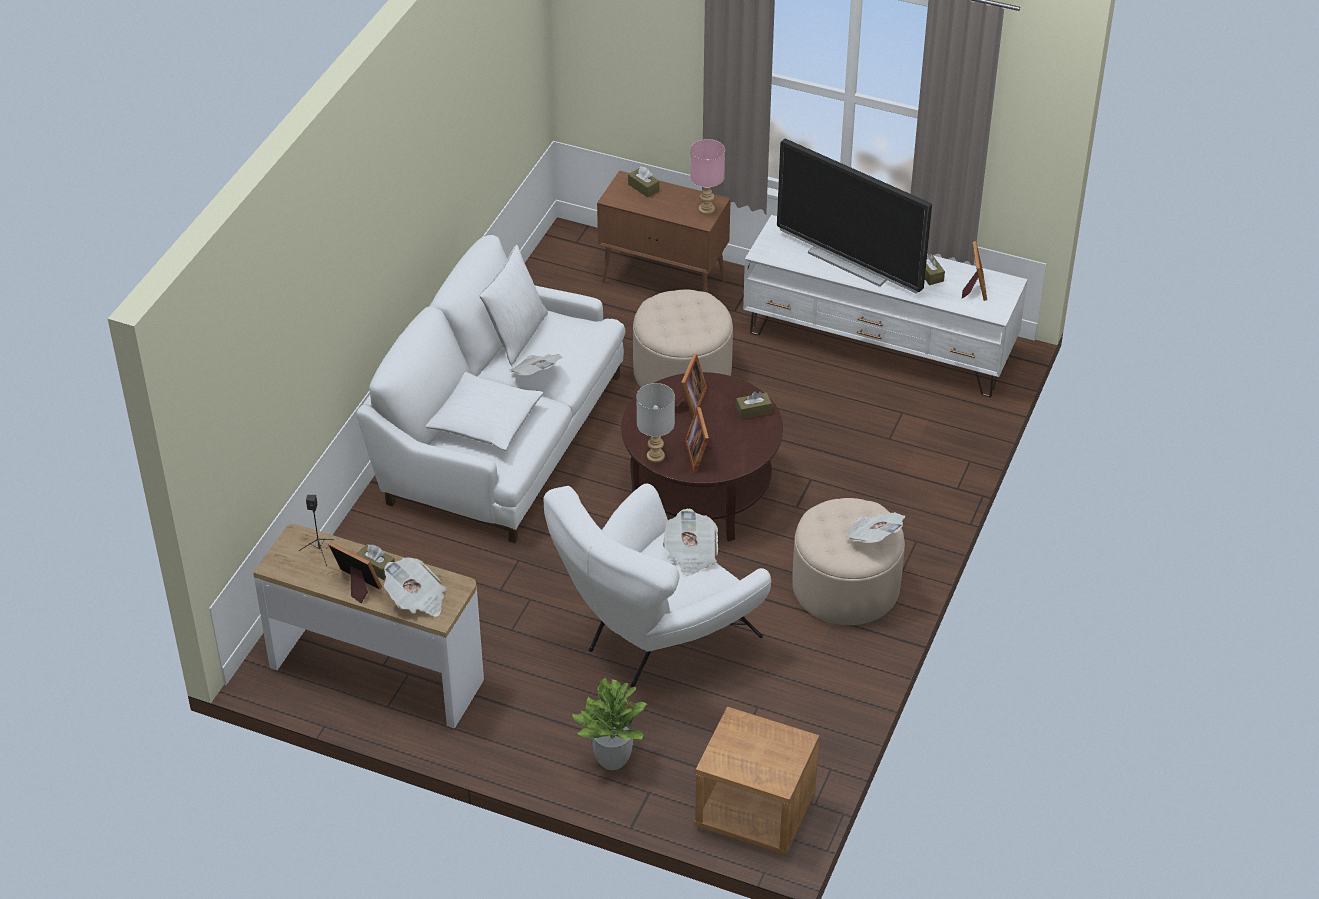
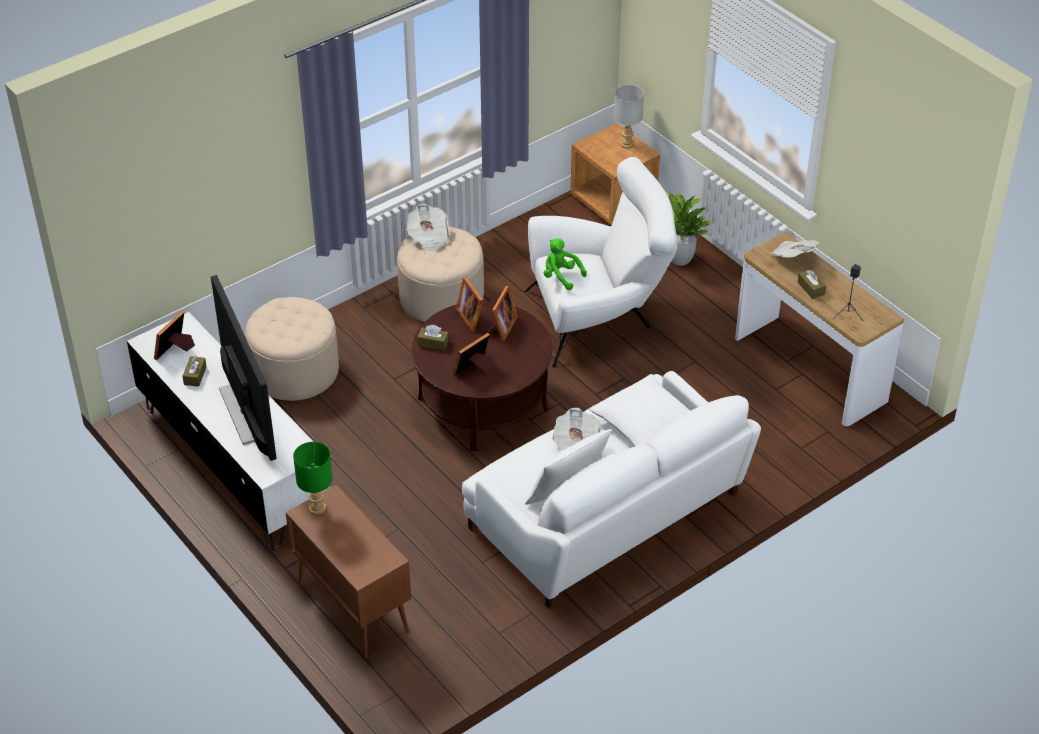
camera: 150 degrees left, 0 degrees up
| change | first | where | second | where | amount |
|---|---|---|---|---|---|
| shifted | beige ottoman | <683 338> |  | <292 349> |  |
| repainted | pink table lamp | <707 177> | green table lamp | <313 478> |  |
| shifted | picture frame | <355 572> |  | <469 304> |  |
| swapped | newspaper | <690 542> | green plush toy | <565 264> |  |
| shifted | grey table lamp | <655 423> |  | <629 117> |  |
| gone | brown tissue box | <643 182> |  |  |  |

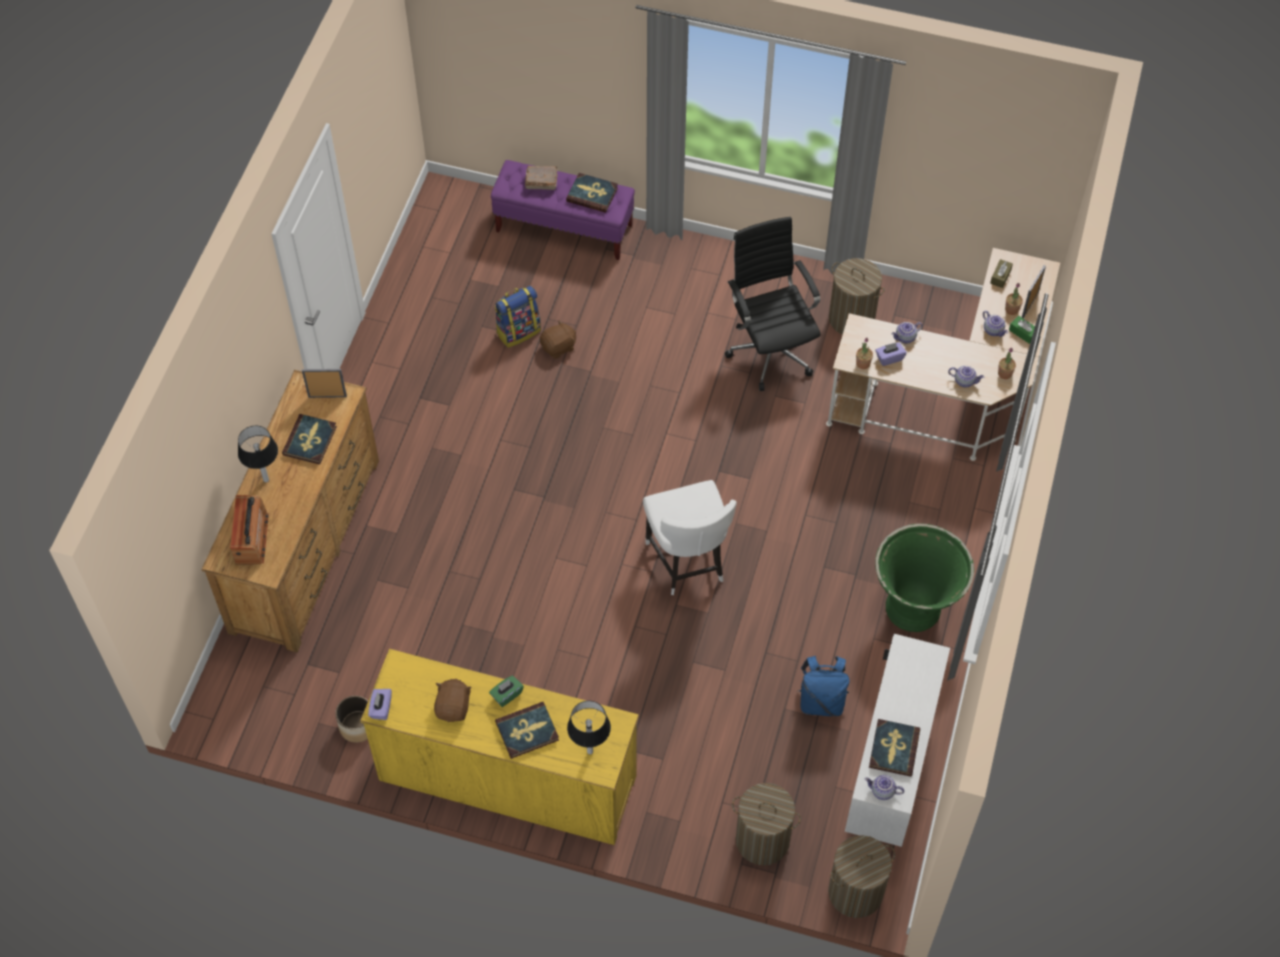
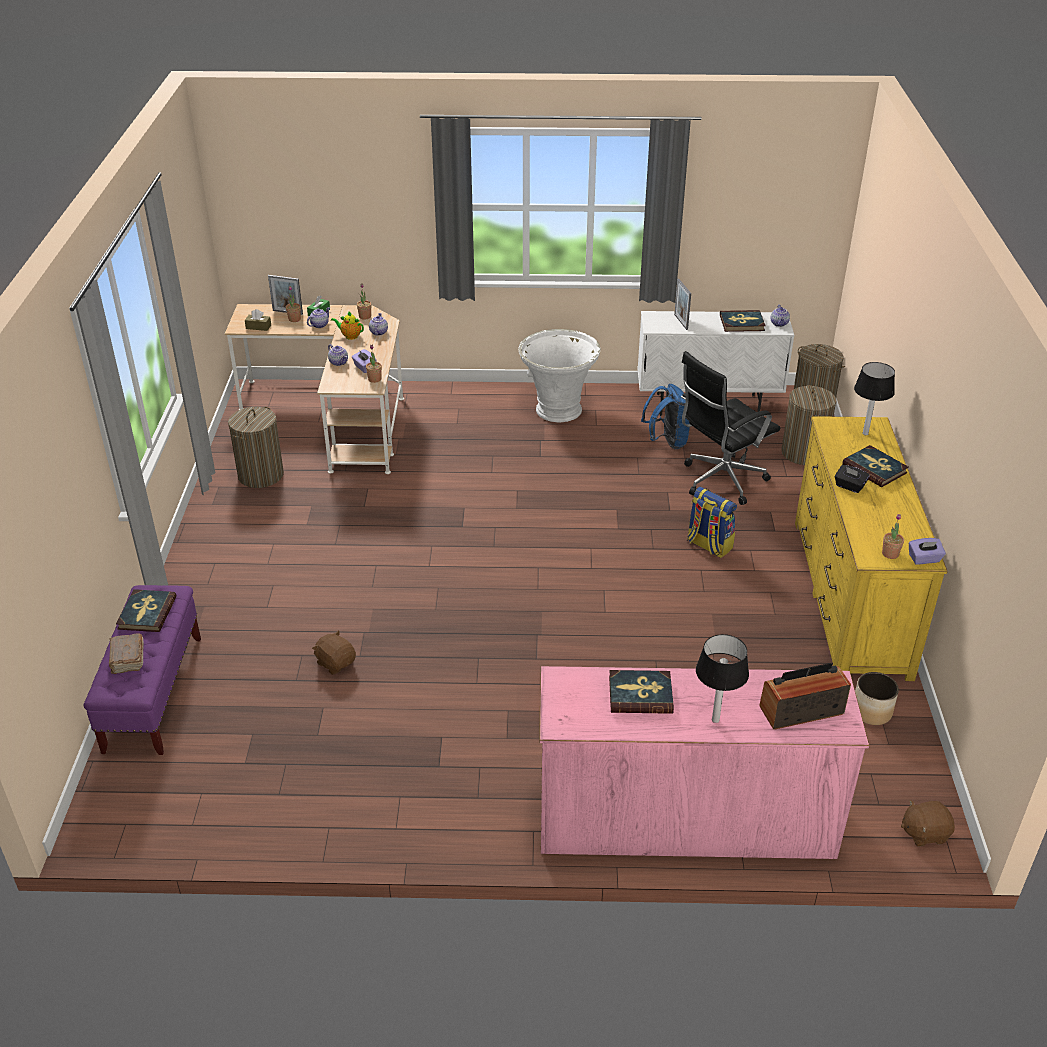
camera: 105 degrees left, 20 degrees down
| change | first | where | second | where | amount |
|---|---|---|---|---|---|
| new |  |  | teapot | <347 326> |  |
| repainted | green planter | <924 577> | white planter | <559 375> |  |
| repainted | brown dresser | <290 511> | pink dresser | <704 762> |  |
| shifted | picture frame | <324 383> |  | <682 304> |  |
| shifted | black office chair | <773 304> |  | <730 428> |  |
| shifted | backpack | <518 317> |  | <712 522> |  |
| repainted | green tissue box | <506 691> | black tissue box | <852 479> |  |
| new |  |  | potted plant | <893 536> |  |
| shifted | brown plush toy | <453 700> |  | <928 823> |  |
| gone | white chair | <690 537> |  |  |  |

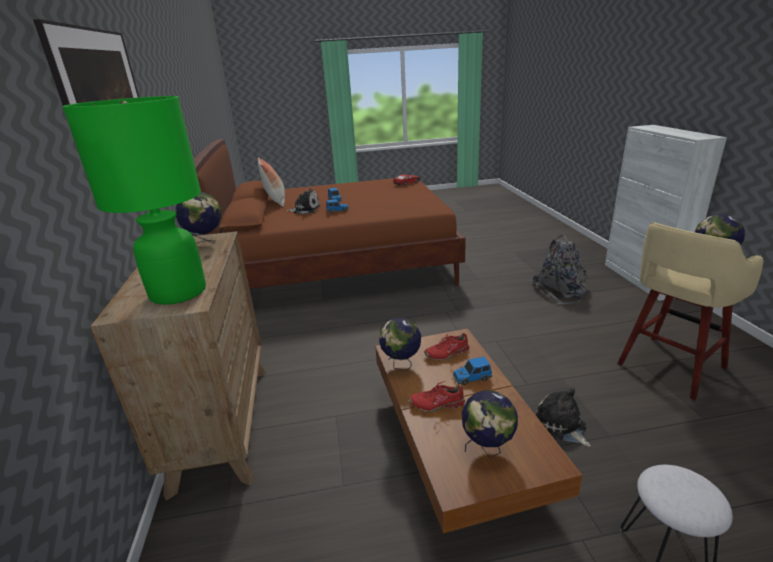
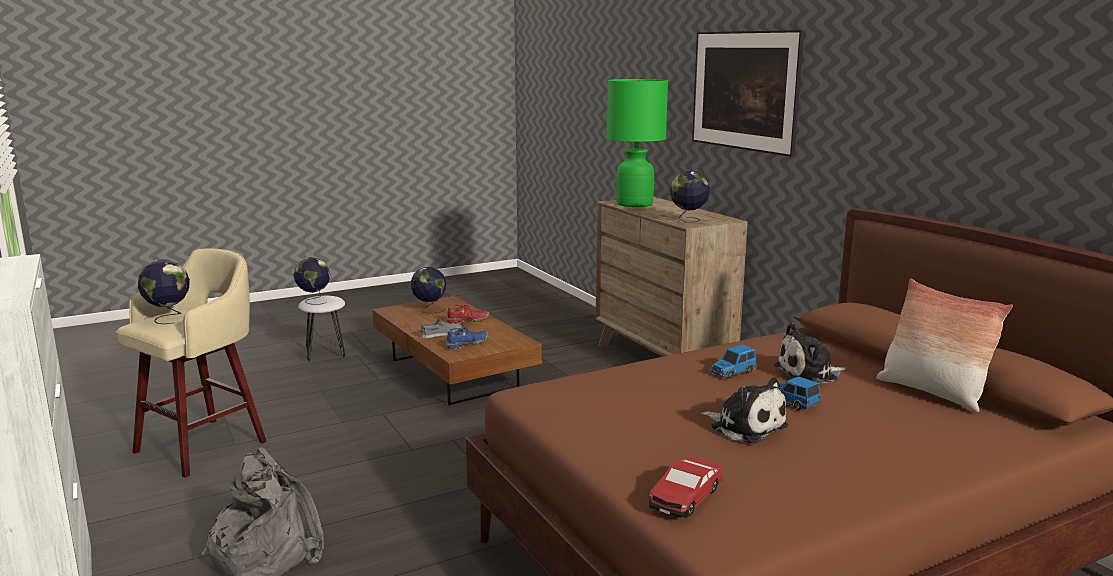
camera: 160 degrees right, 10 degrees down
| change | first | where | second | where | amount |
|---|---|---|---|---|---|
| shifted | globe | <400 344> |  | <312 281> |  |
| swapped | toy car | <472 370> | grey shoe | <441 328> |  |
| repainted | red shoe | <446 346> | blue shoe | <467 336> |  |
| shifted | plush toy | <563 417> |  | <745 411> |  |

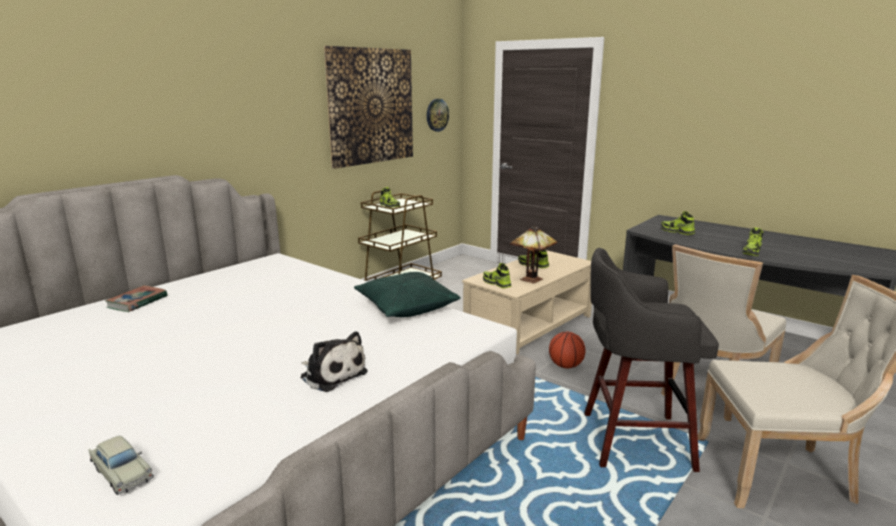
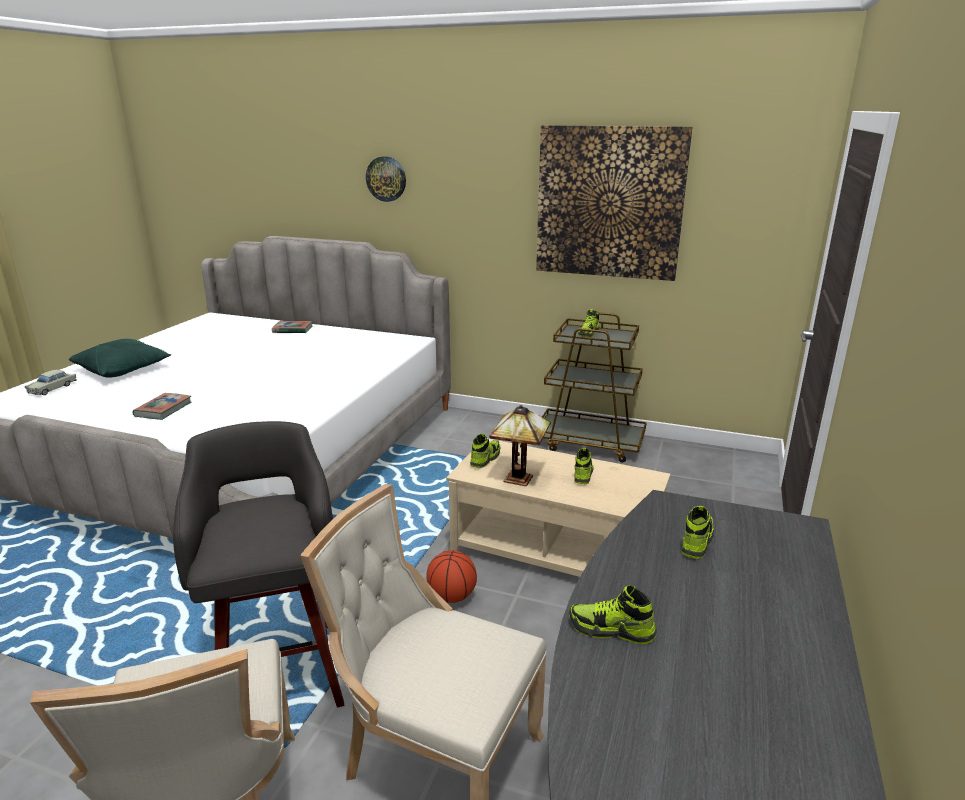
camera: 70 degrees right, 5 degrees up
| change | first | where | second | where | amount |
|---|---|---|---|---|---|
| shifted | green pillow | <407 294> |  | <120 358> |  |
| swapped | plush toy | <334 361> | book | <162 406> |  |
| shifted | wall clock | <438 115> |  | <386 179> |  |

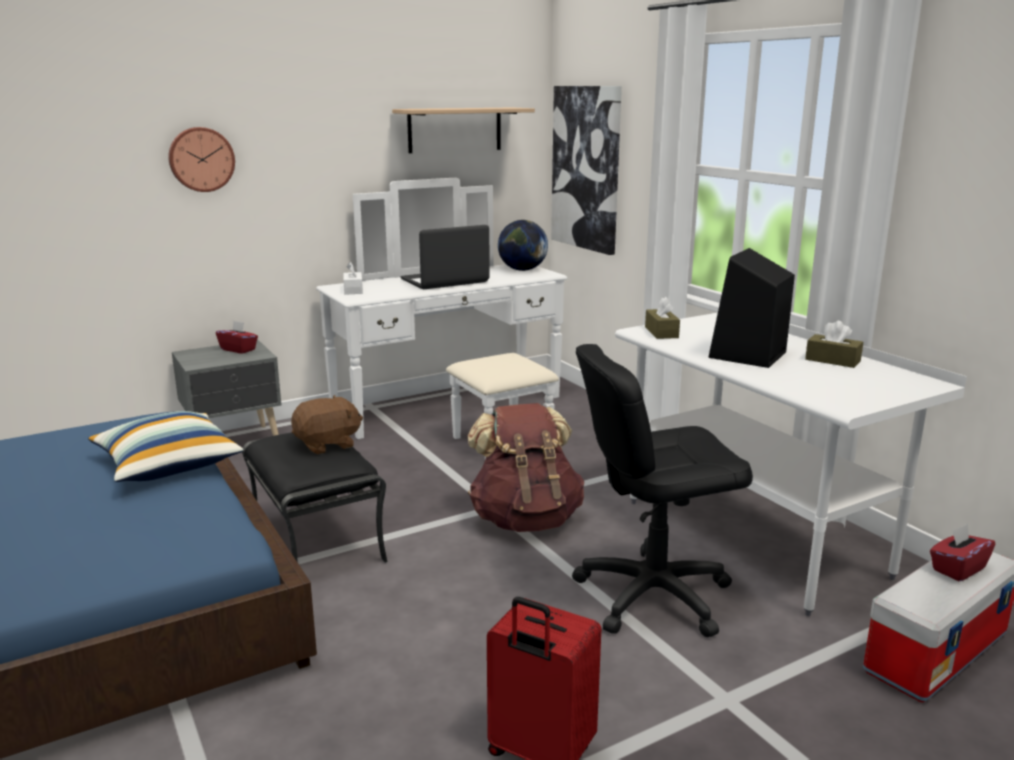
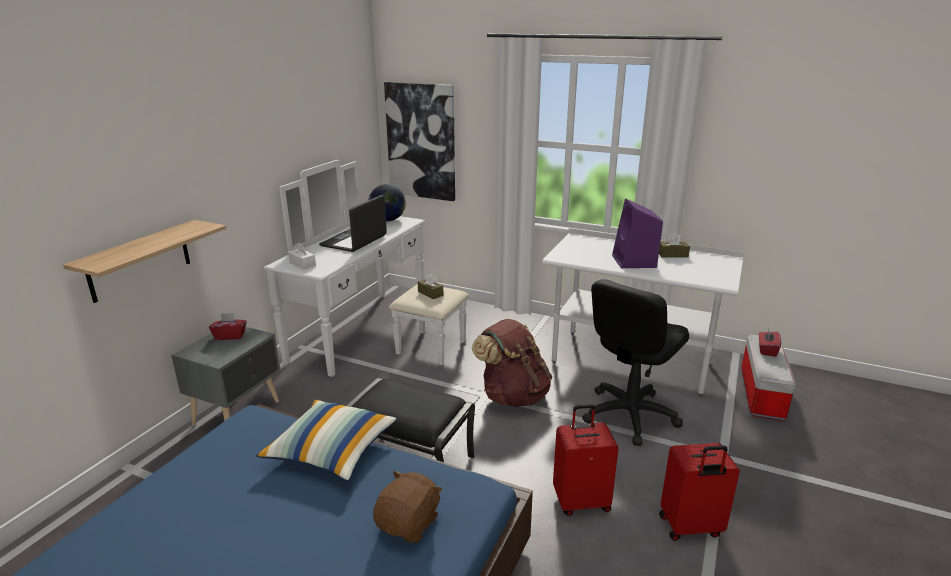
camera: 35 degrees left, 5 degrees up
| change | first | where | second | where | amount |
|---|---|---|---|---|---|
| shifted | shelf | <463 130> |  | <144 261> |  |
| shifted | brown plush toy | <327 424> |  | <407 507> |  |
| shifted | brown tissue box | <662 318> |  | <431 286> |  |
| new |  |  | red suitcase | <586 460> |  |
| repainted | black speaker | <751 308> | purple speaker | <637 233> |  |
| gone | wall clock | <201 159> |  |  |  |

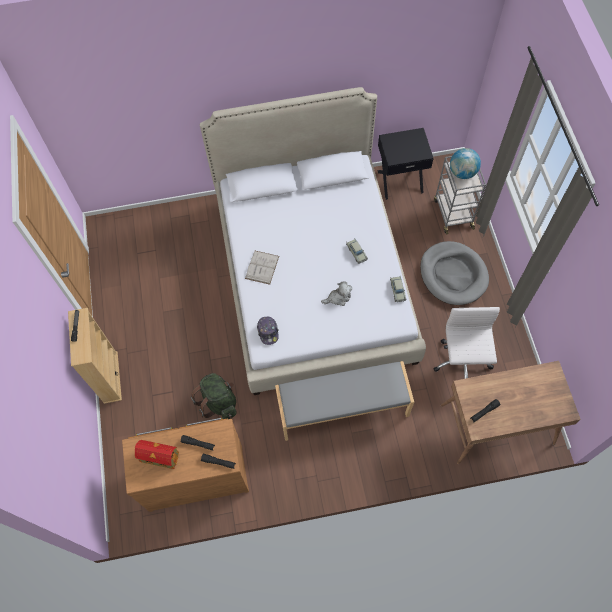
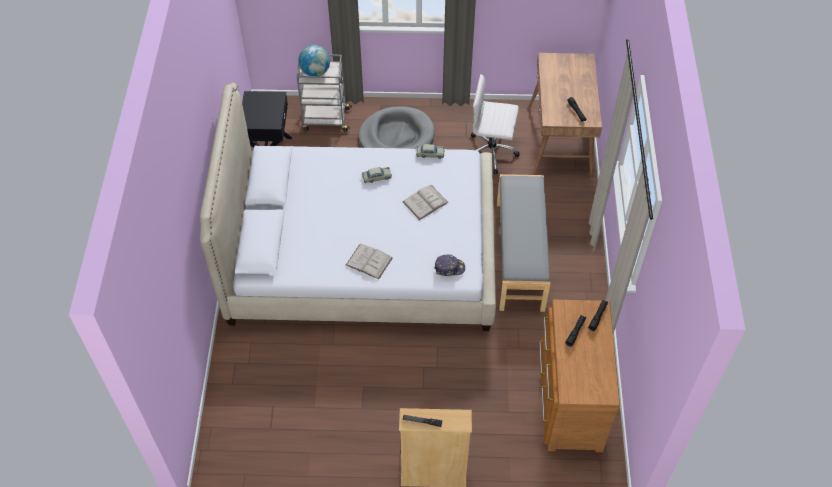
camera: 80 degrees left, 10 degrees down
| change | first | where | second | where | amount |
|---|---|---|---|---|---|
| swapped | plush toy | <337 294> | white book | <425 202> |  |
| gone | toy house | <157 454> |  |  |  |
| gone | green backpack | <214 396> |  |  |  |

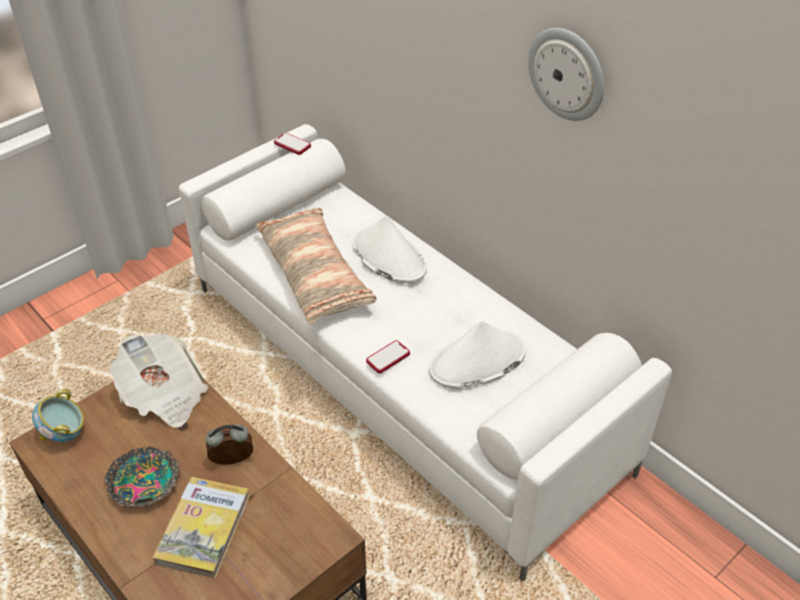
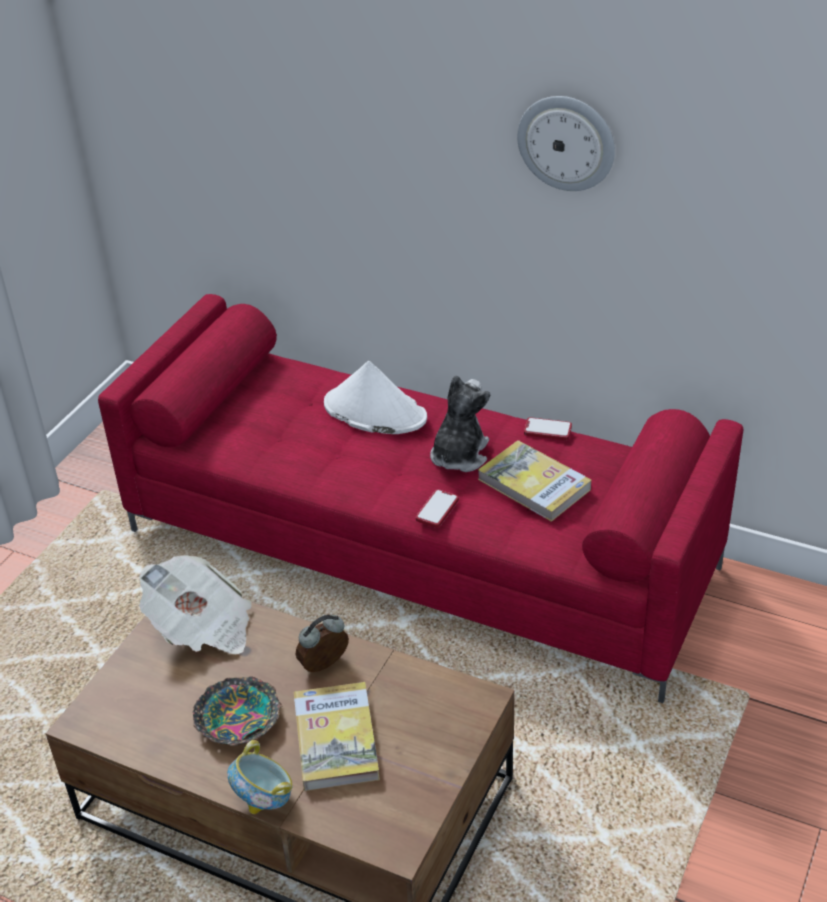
camera: 20 degrees left, 5 degrees down
| change | first | where | second | where | amount |
|---|---|---|---|---|---|
| repainted | white sofa | <425 353> | red sofa | <420 498> |  |
| shifted | bowl | <58 415> |  | <260 777> |  |
| new |  |  | plush toy | <460 423> |  |
| swapped | white hat | <478 355> | book | <534 481> |  |
| shifted | phone | <292 144> |  | <548 428> |  |
| gone | pillow | <316 266> |  |  |  |

